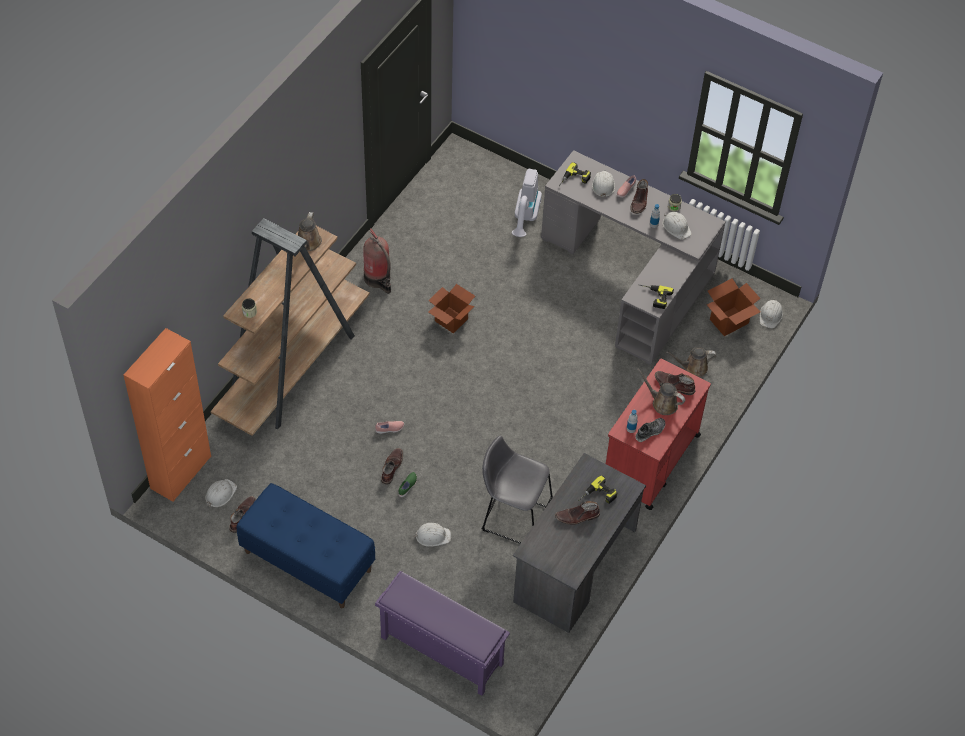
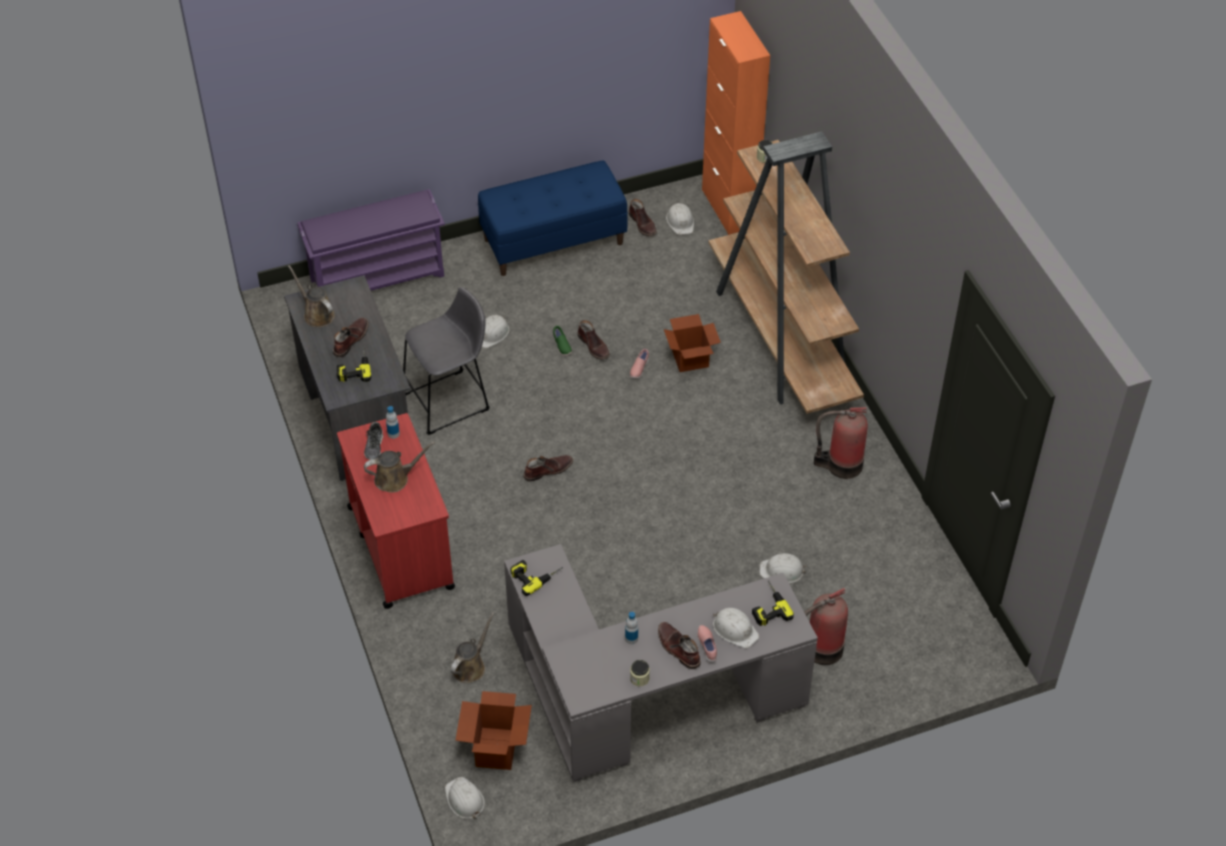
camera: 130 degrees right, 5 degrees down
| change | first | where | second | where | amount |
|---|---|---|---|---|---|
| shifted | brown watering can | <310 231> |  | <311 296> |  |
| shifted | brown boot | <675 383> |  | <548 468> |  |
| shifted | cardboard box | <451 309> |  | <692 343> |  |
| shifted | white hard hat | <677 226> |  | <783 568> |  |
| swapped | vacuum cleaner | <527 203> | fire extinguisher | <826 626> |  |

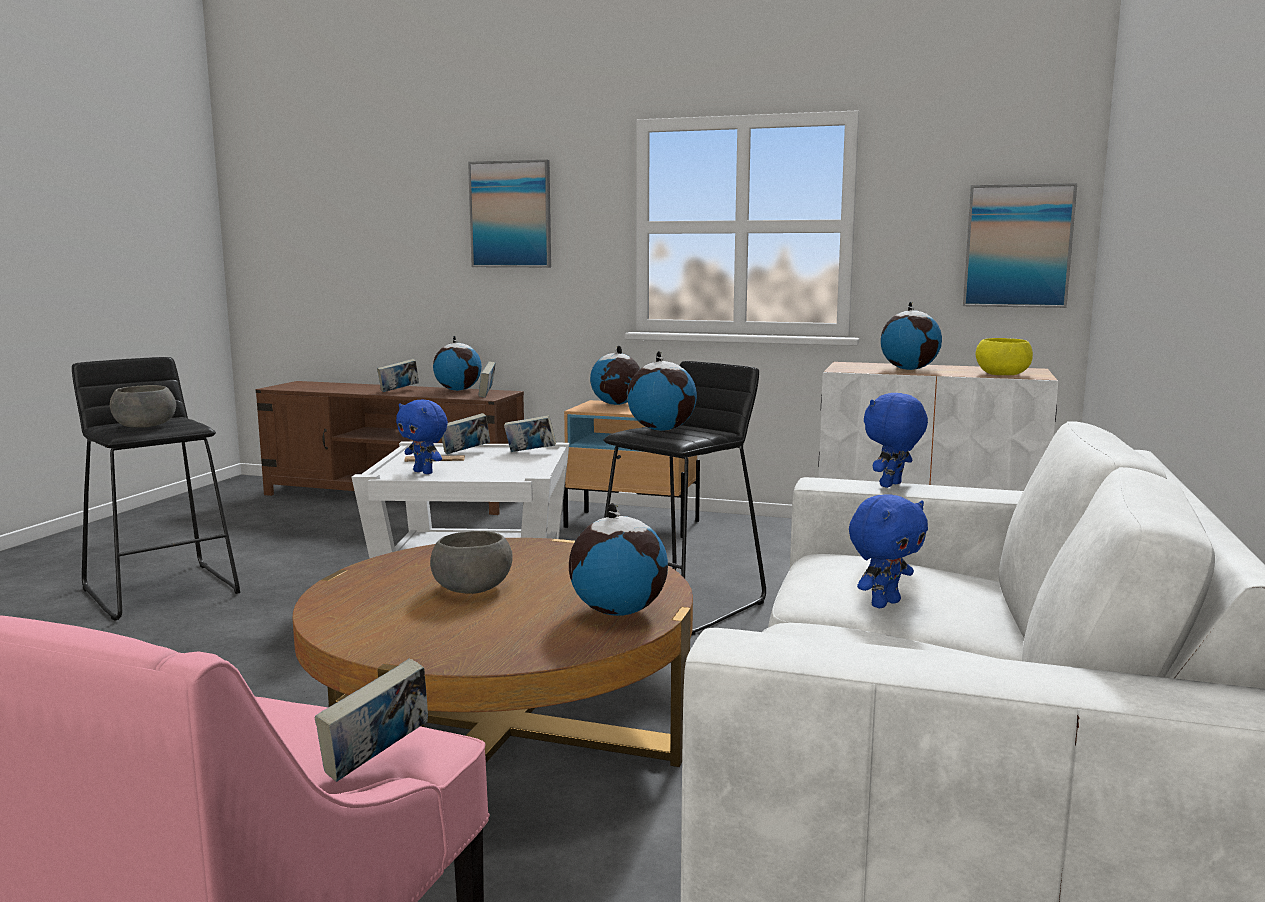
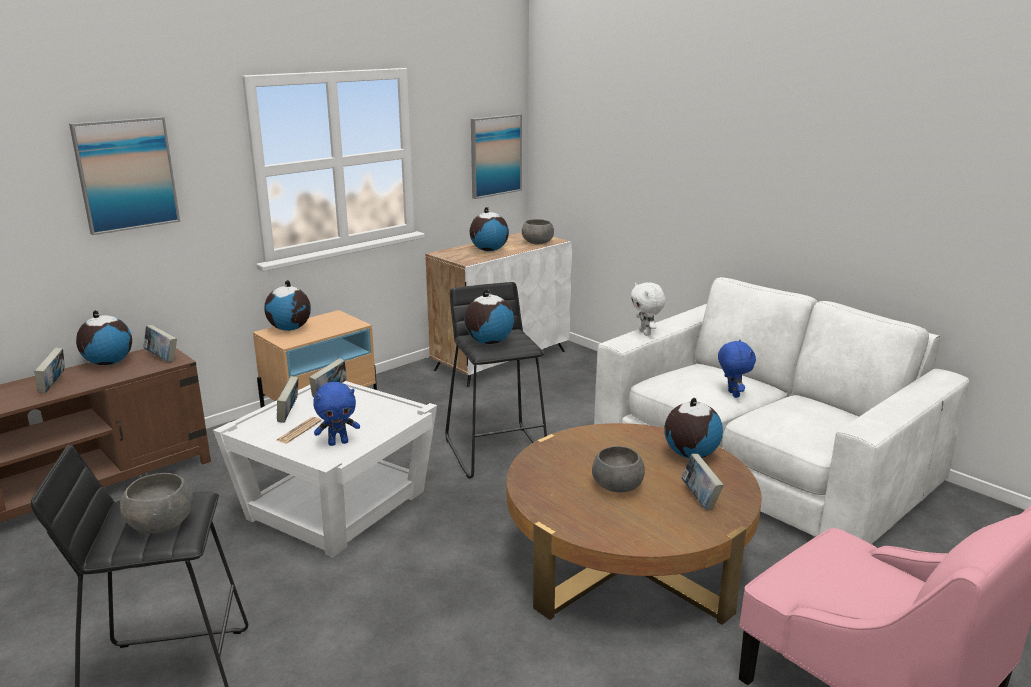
camera: 60 degrees left, 10 degrees up
| change | first | where | second | where | amount |
|---|---|---|---|---|---|
| repainted | yellow bowl | <1004 356> | grey bowl | <538 231> |  |
| repainted | blue plush toy | <896 440> | white plush toy | <648 309> |  |
| shifted | book | <371 720> |  | <702 482> |  |

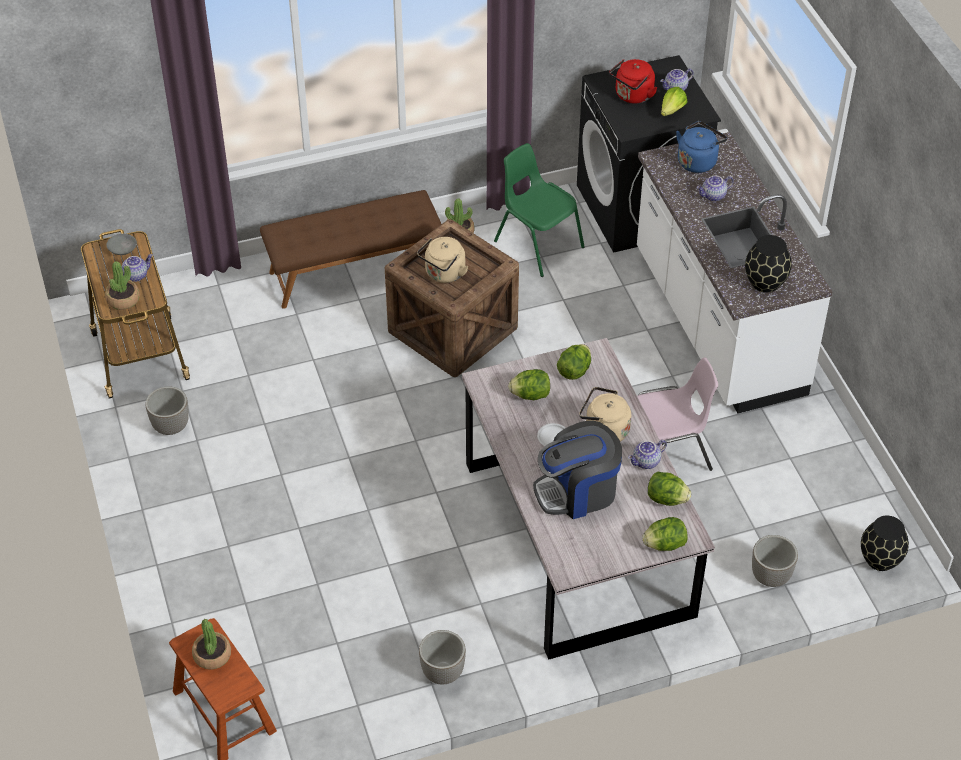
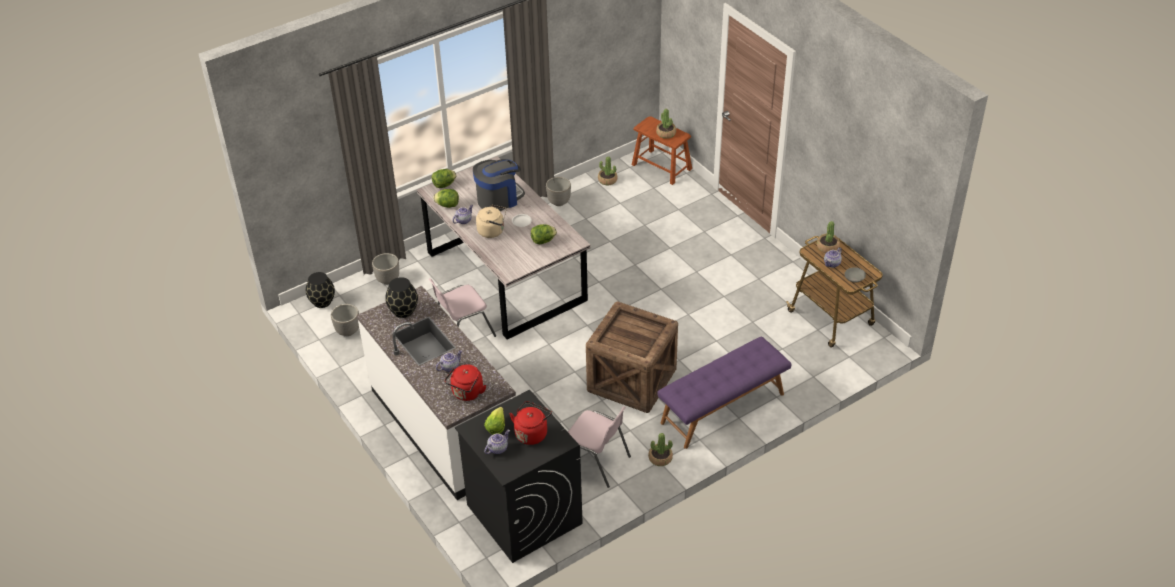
camera: 165 degrees right, 5 degrees down
| change | first | where | second | where | amount |
|---|---|---|---|---|---|
| shifted | planter | <167 411> |  | <345 320> |  |
| repainted | blue kettle | <701 147> | red kettle | <466 382> |  |
| repainted | green chair | <539 210> | pink chair | <599 447> |  |
| new |  |  | potted plant | <608 170> |  |
| repainted | brown bench | <350 249> | purple bench | <724 392> |  |
| gone | beige kettle | <442 260> |  |  |  |
| gone | lettuce | <574 362> |  |  |  |

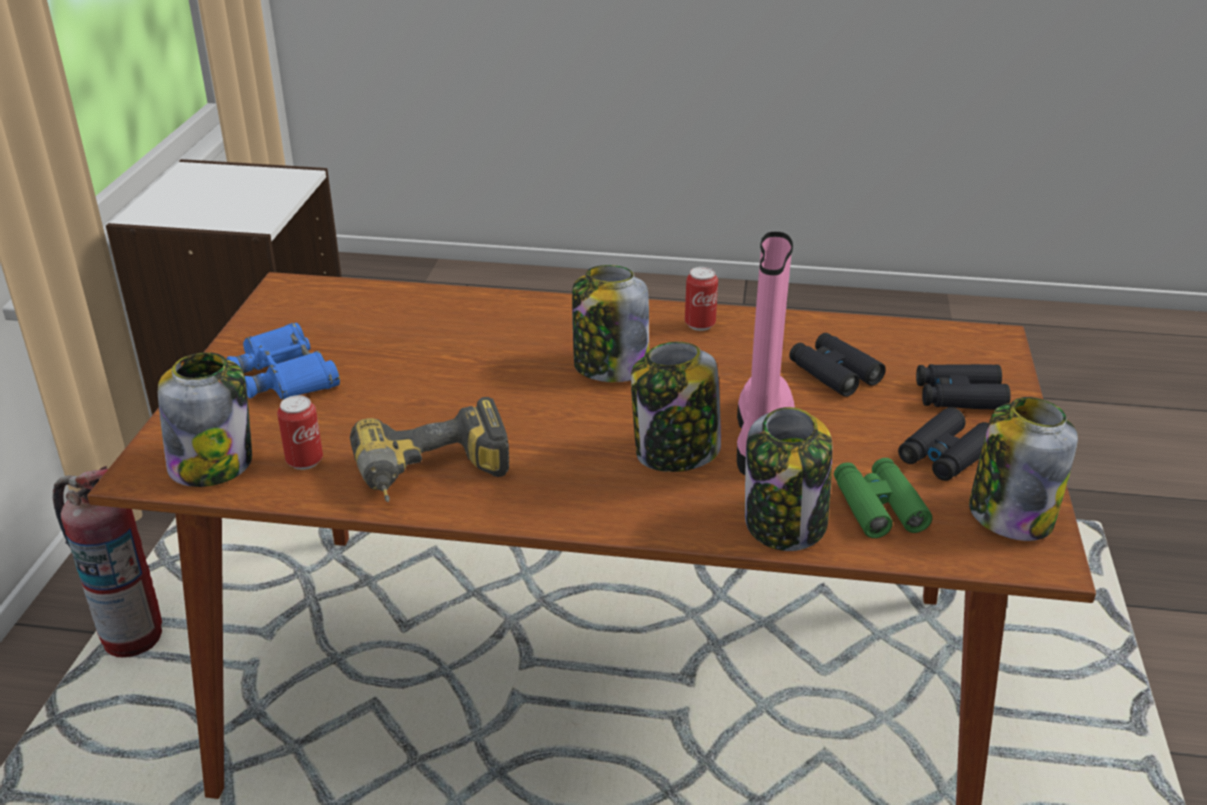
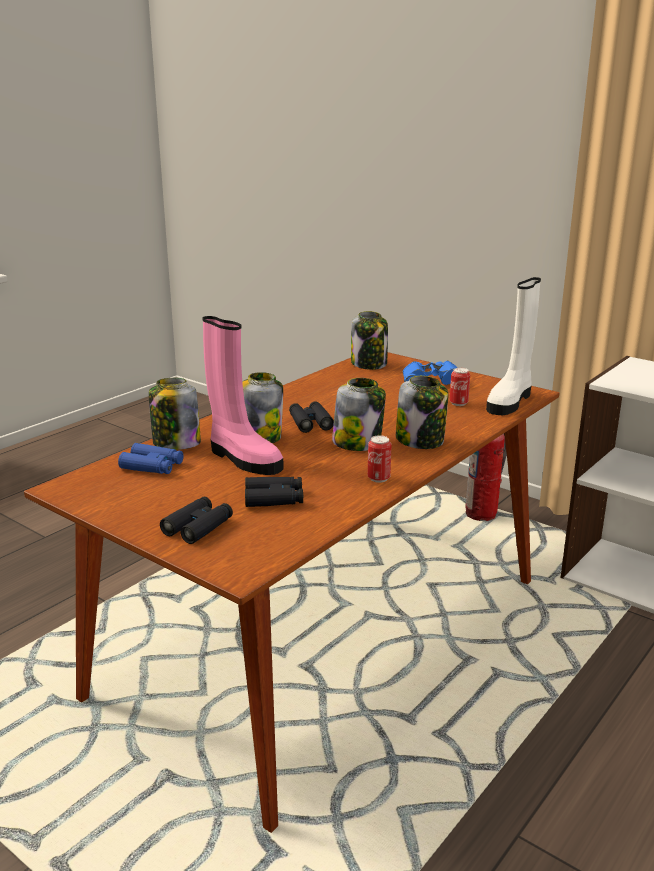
camera: 120 degrees right, 10 degrees down
| change | first | where | second | where | amount |
|---|---|---|---|---|---|
| repainted | green binoculars | <883 498> | blue binoculars | <151 458> |  |
| shifted | black binoculars | <943 444> |  | <311 417> |  |
| shifted | jar | <1023 469> |  | <422 412> |  |
| shifted | can | <300 432> |  | <460 387> |  |
| new |  |  | white boot | <513 346> |  |
| gone | power drill | <429 449> |  |  |  |

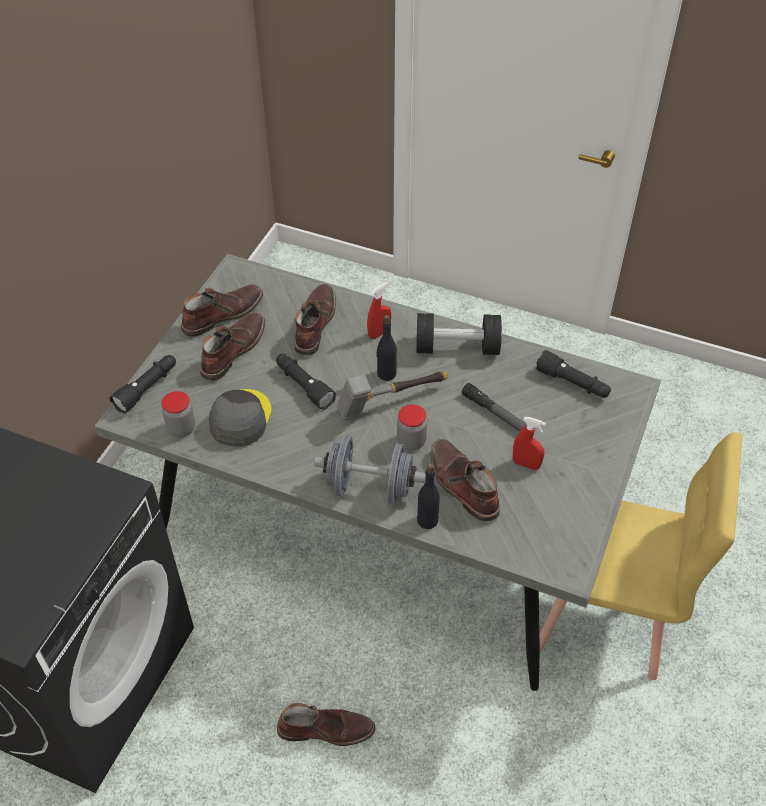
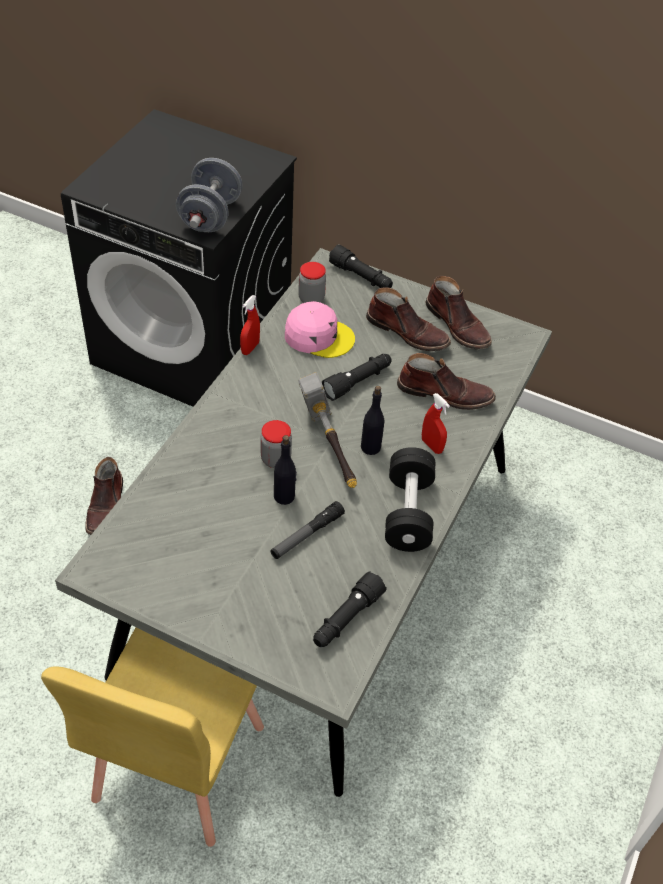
camera: 90 degrees right, 0 degrees up
| change | first | where | second | where | amount |
|---|---|---|---|---|---|
| shifted | grey dumbbell | <370 470> |  | <209 195> |  |
| shifted | red spray bottle | <529 443> |  | <250 325> |  |
| shifted | black bottle | <428 496> |  | <285 470> |  |
| repainted | grey cap | <240 418> | pink cap | <320 329> |  |
| gone | brown boot | <465 480> |  |  |  |

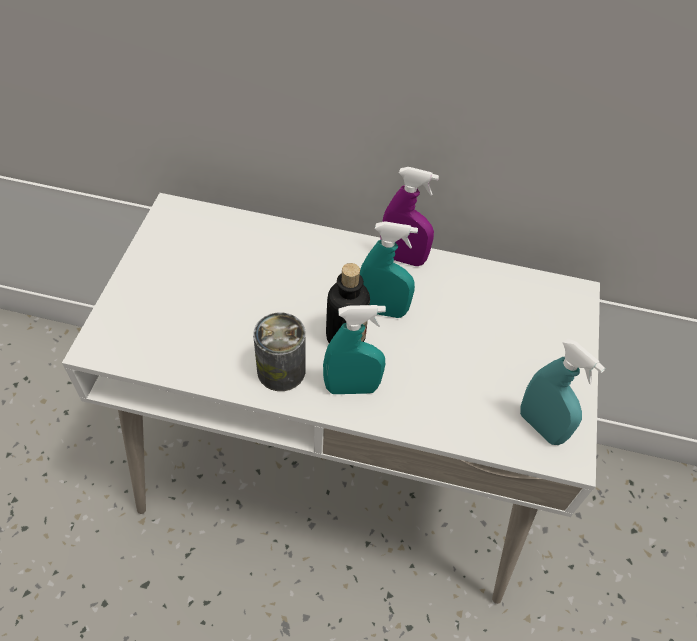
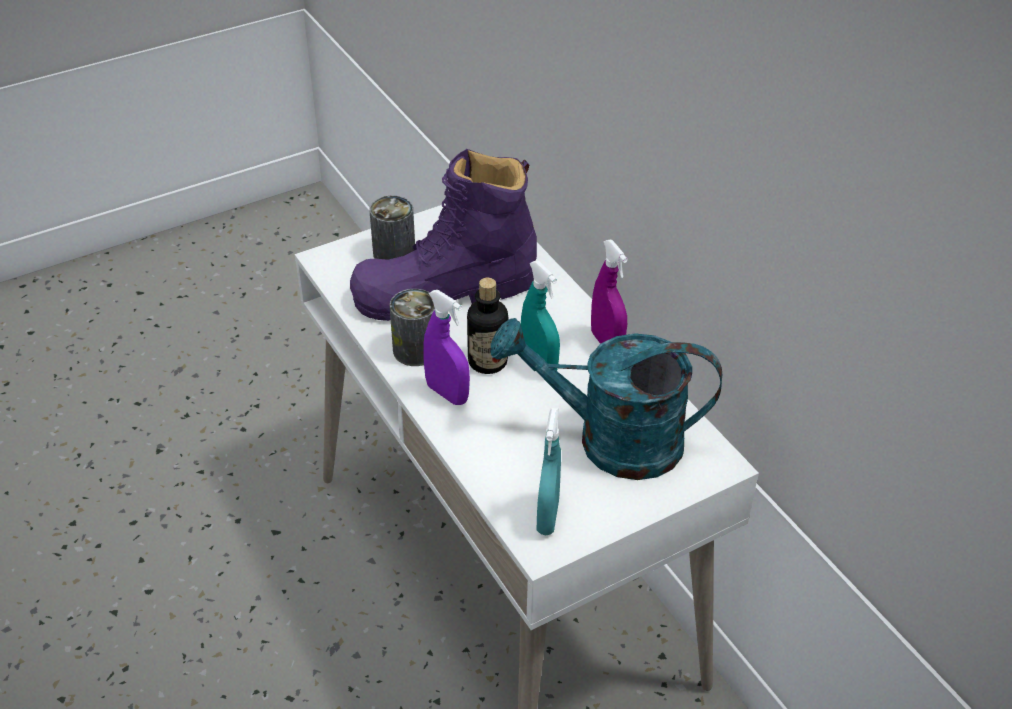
camera: 50 degrees right, 10 degrees down
| change | first | where | second | where | amount |
|---|---|---|---|---|---|
| new |  |  | purple boot | <443 235> |  |
| new |  |  | can | <392 228> |  |
| repainted | turquoise spray bottle | <354 349> | purple spray bottle | <446 347> |  |
| new |  |  | turquoise watering can | <606 399> |  |

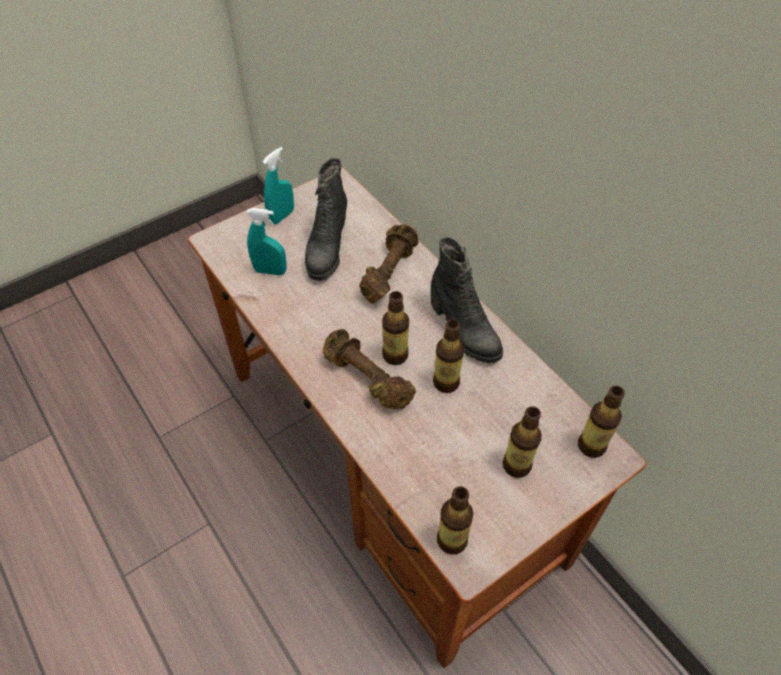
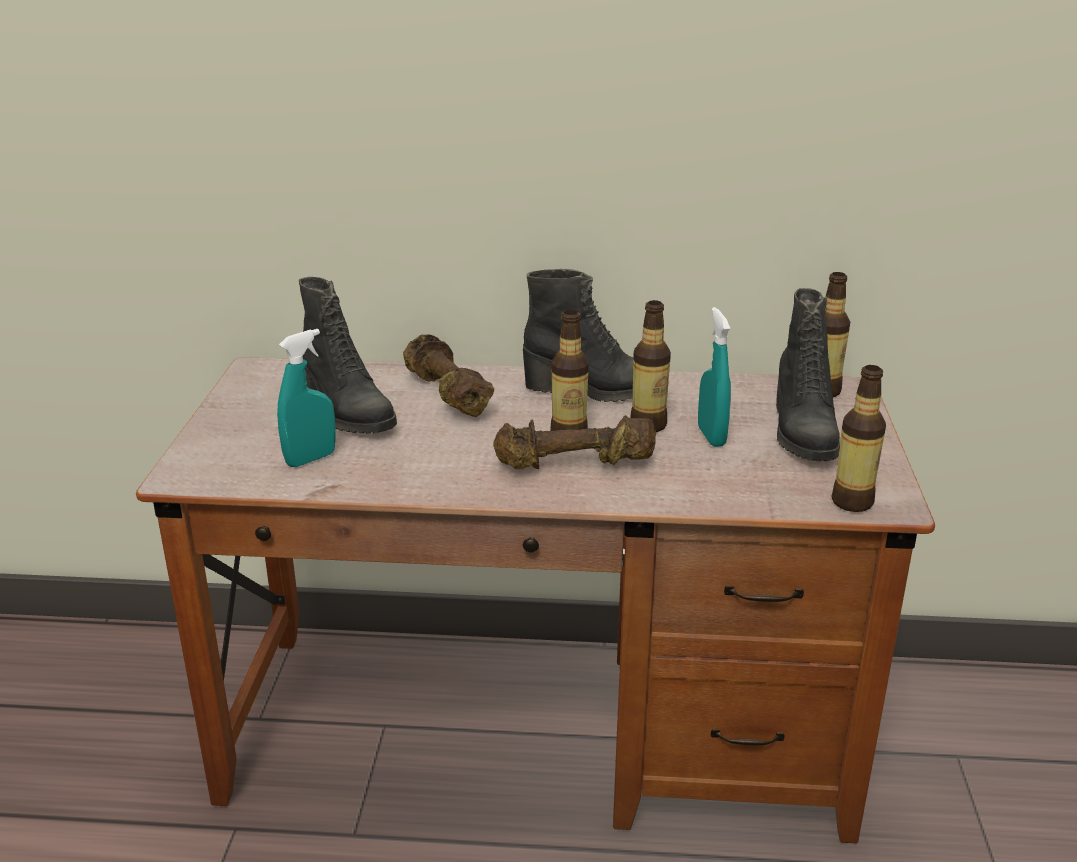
camera: 50 degrees left, 25 degrees down
| change | first | where | second | where | amount |
|---|---|---|---|---|---|
| shifted | turquoise spray bottle | <278 185> |  | <714 377> |  |
| swapped | bottle | <522 442> | black boot | <808 375> |  |

